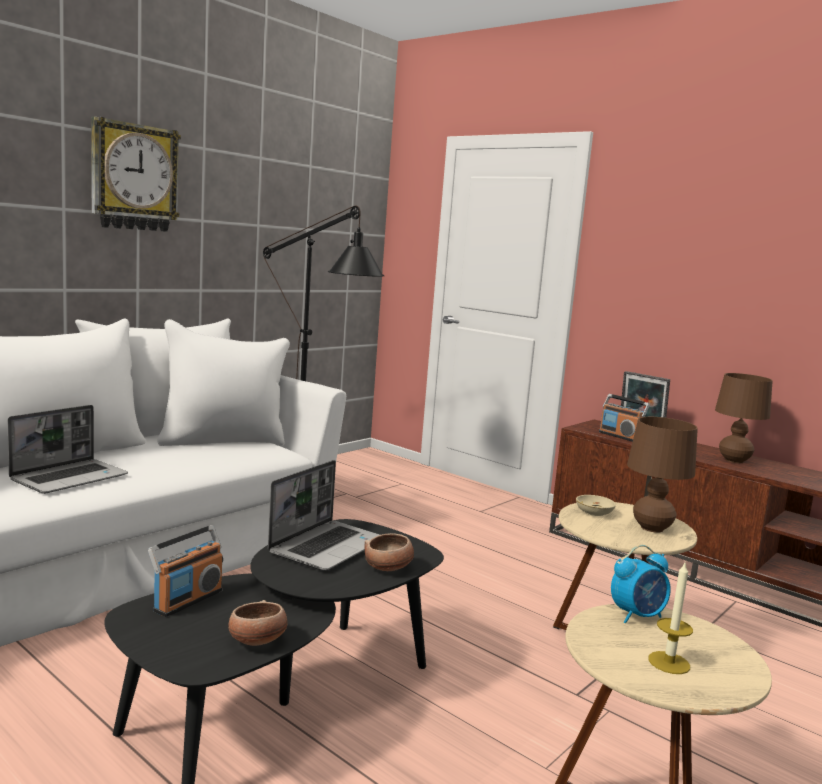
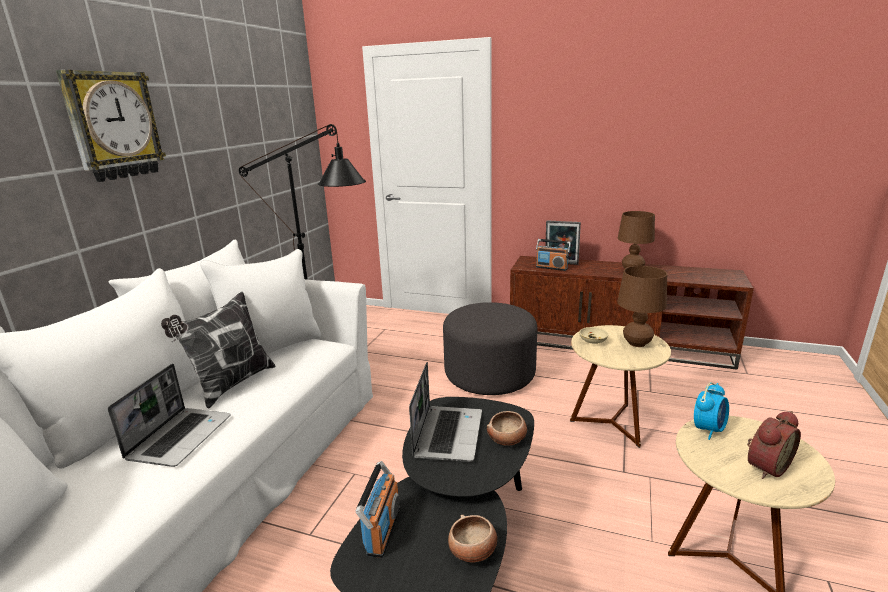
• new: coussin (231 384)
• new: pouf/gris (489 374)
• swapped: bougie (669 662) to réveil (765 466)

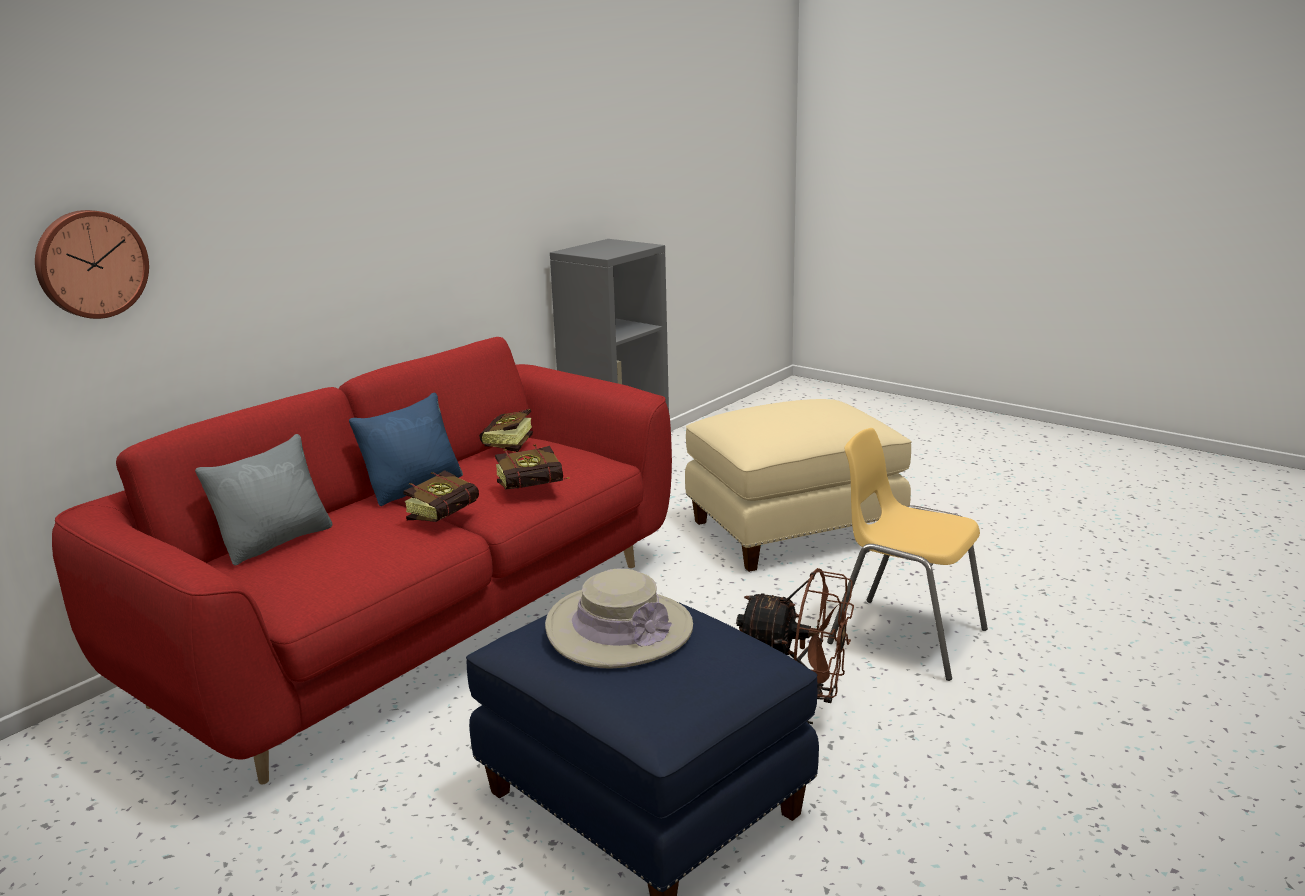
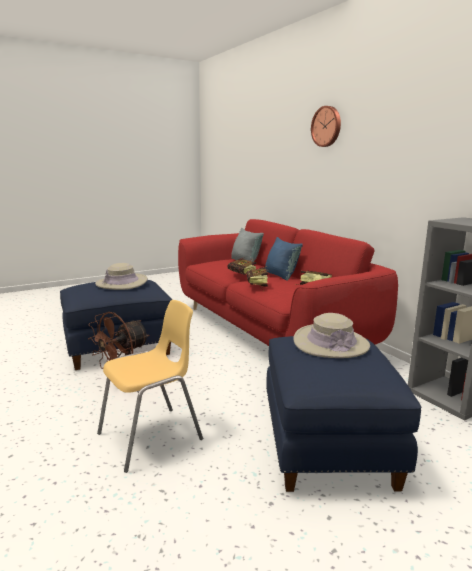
• new: chapeau/beige (331 343)
• shifted: horloge murale (90 264) to (327 126)
• repainted: pouf/beige (793 529) to pouf/bleu (329 445)

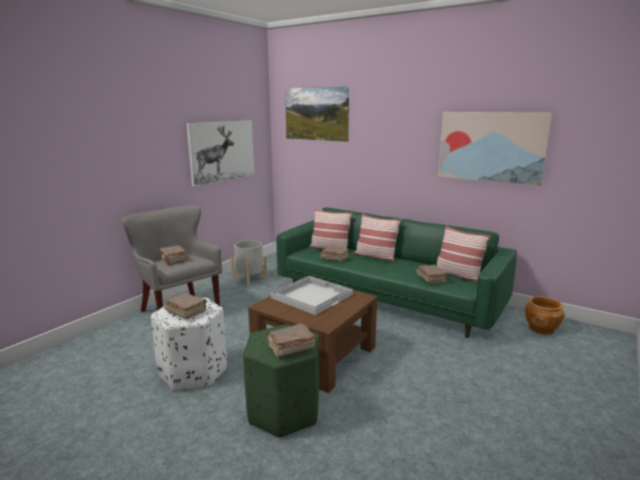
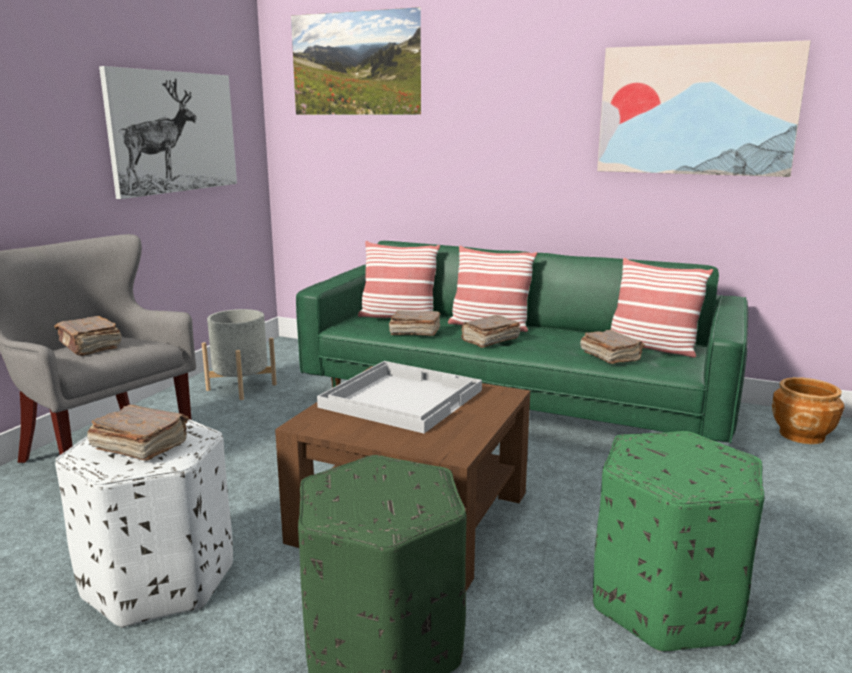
• new: pouf/vert (666 602)
• shifted: livre/marron (290 348) to (489 340)

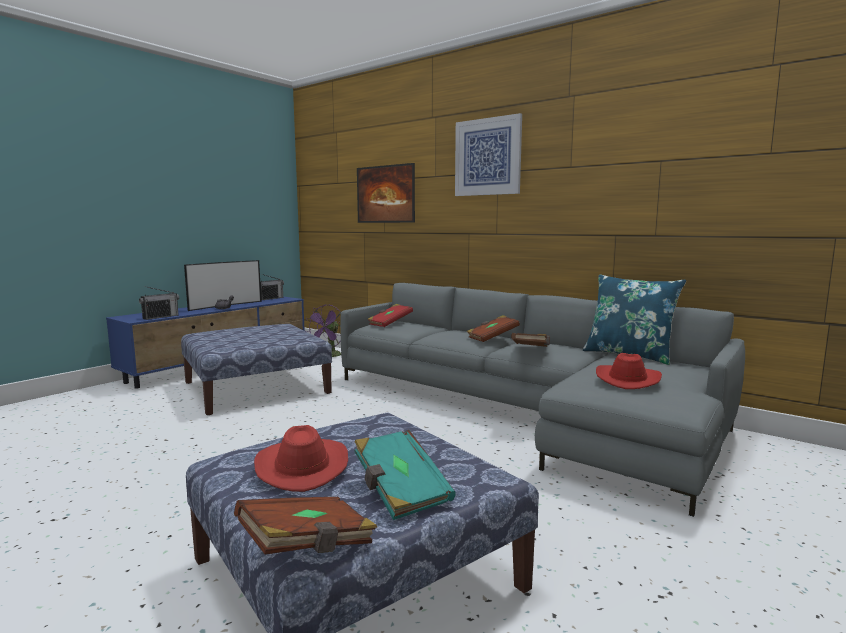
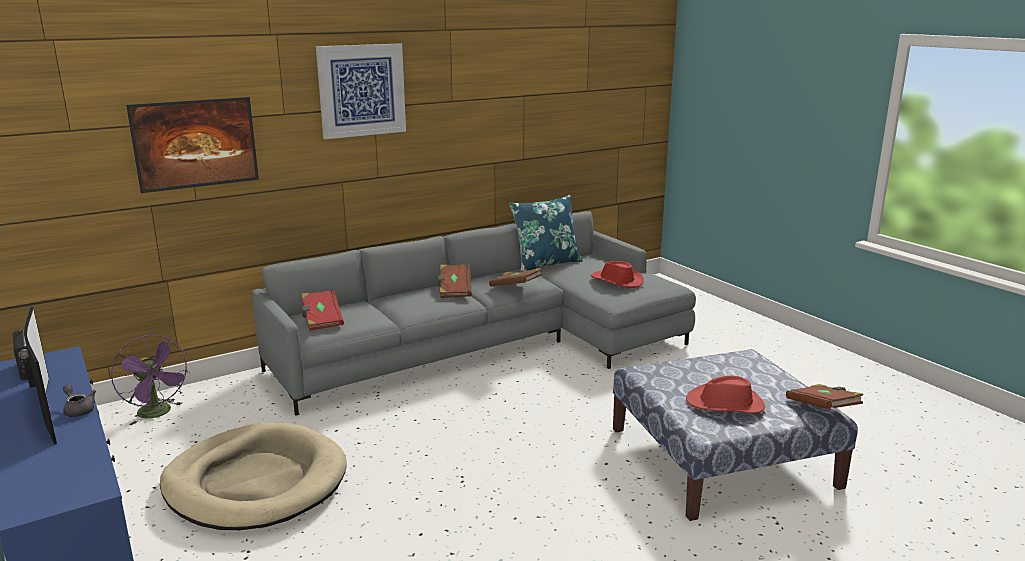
• gone: radio (160 317)
• gone: livre/turquoise (400 491)
• swapped: pouf (256 387) to panier pour chien/beige (256 482)

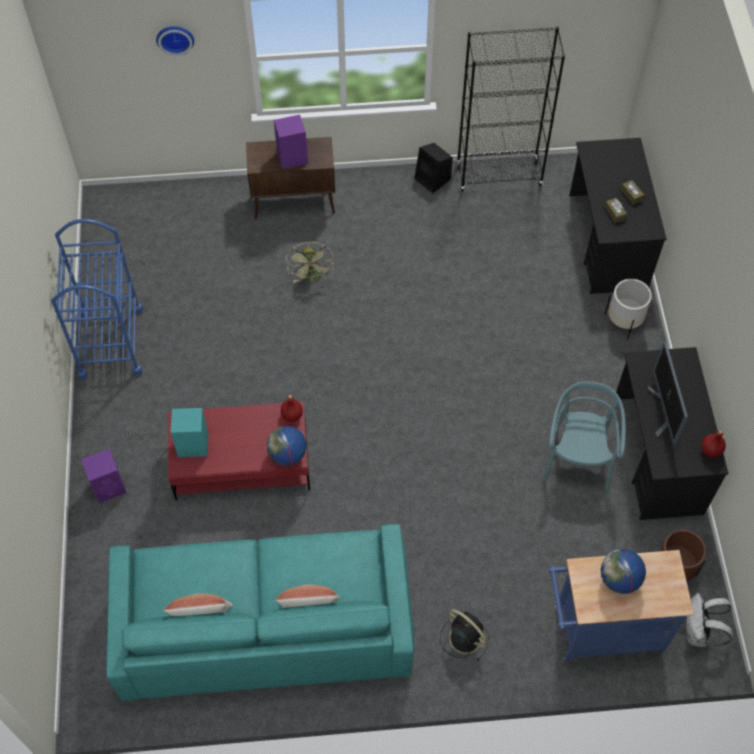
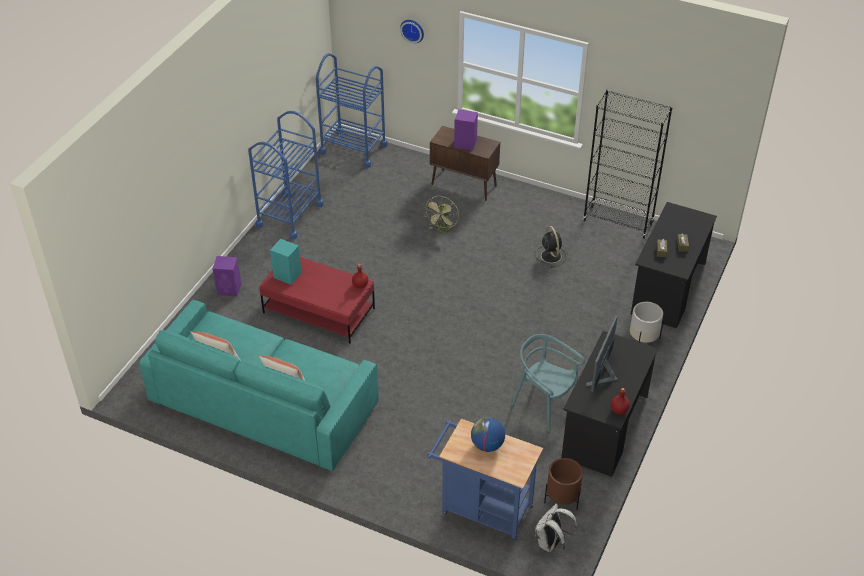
• gone: globe (287 454)
• gone: enceinte/noir (433 179)
• new: chariot/bleu (353 148)
• shifted: ventilateur/noir (464 637) to (550 255)
• rotated: chaise/turquoise (577 459) = (544 404) 90 degrees counterclockwise

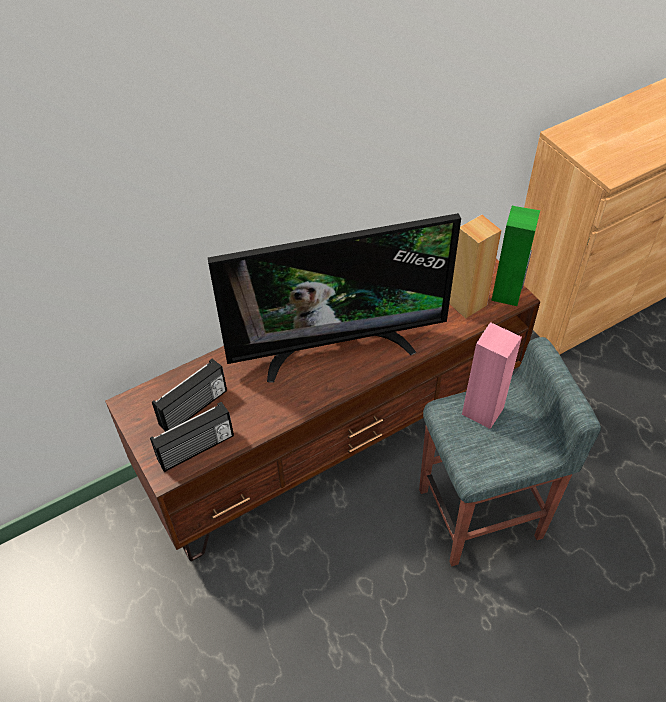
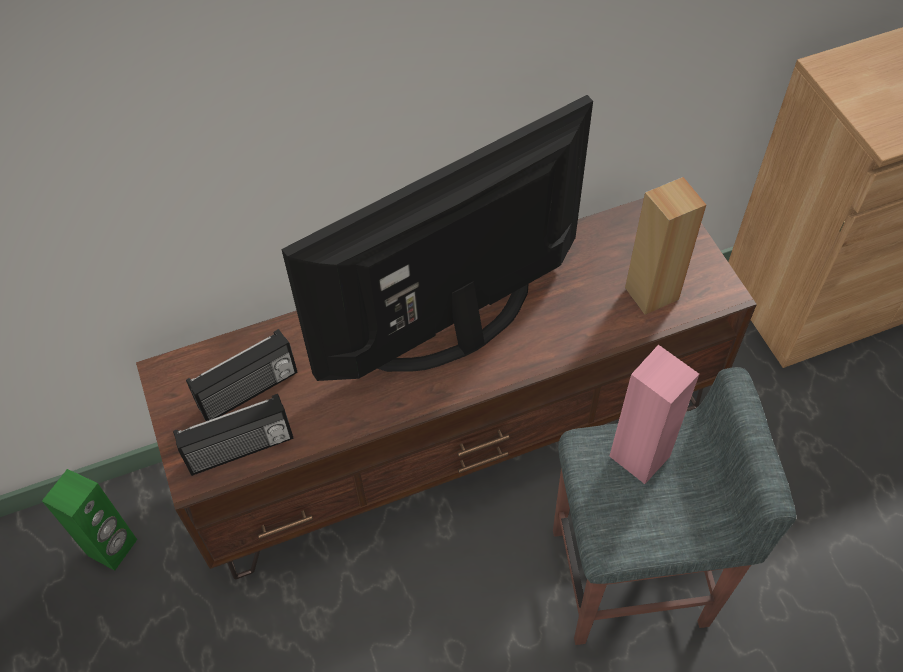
• shifted: enceinte/vert (507 293) to (113 548)
• rotated: téléviseur (336 346) = (457 330) 150 degrees clockwise

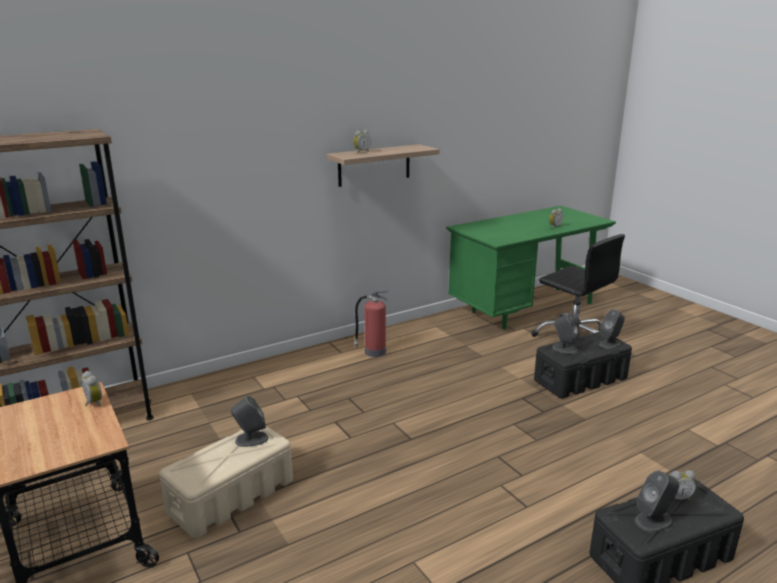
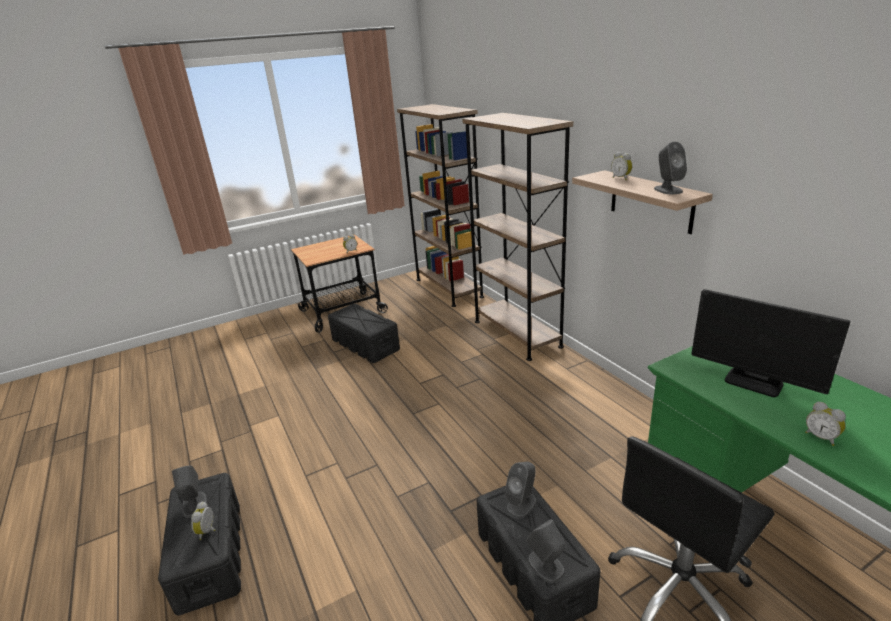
• gone: extincteur (374 351)
• new: bibliothèque/marron (516 333)
• new: écran d'ordinateur (753 382)
• shifted: enceinte/gris (251 439) to (668 190)
• repainted: boîte de rangement/beige (230 496) to boîte de rangement/noir (365 344)

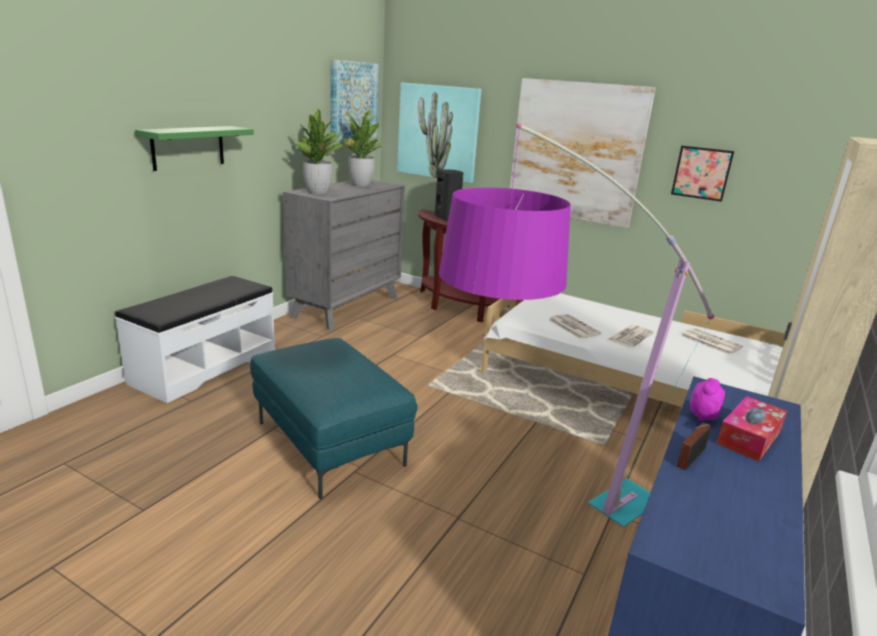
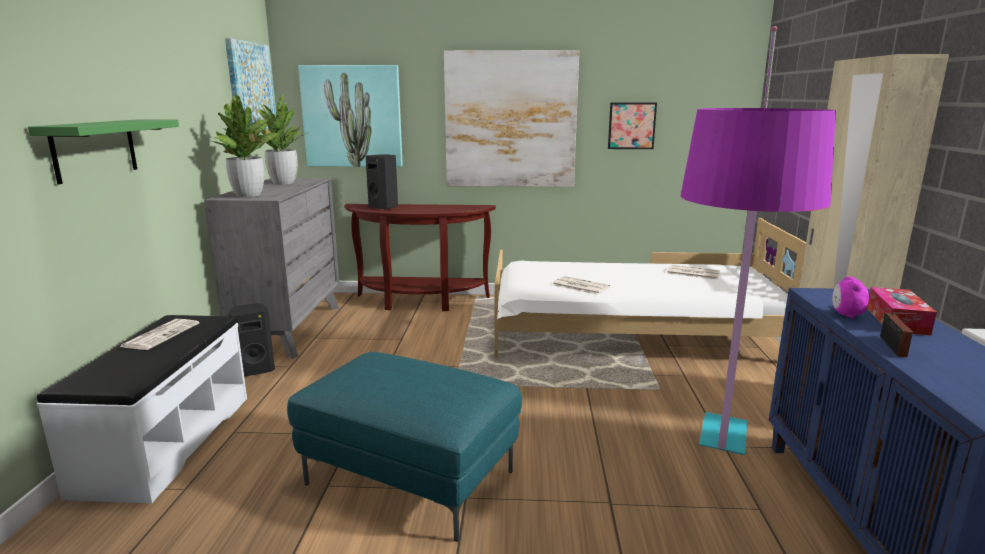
• new: enceinte/noir (255 369)
• shifted: journal (630 336) to (161 335)

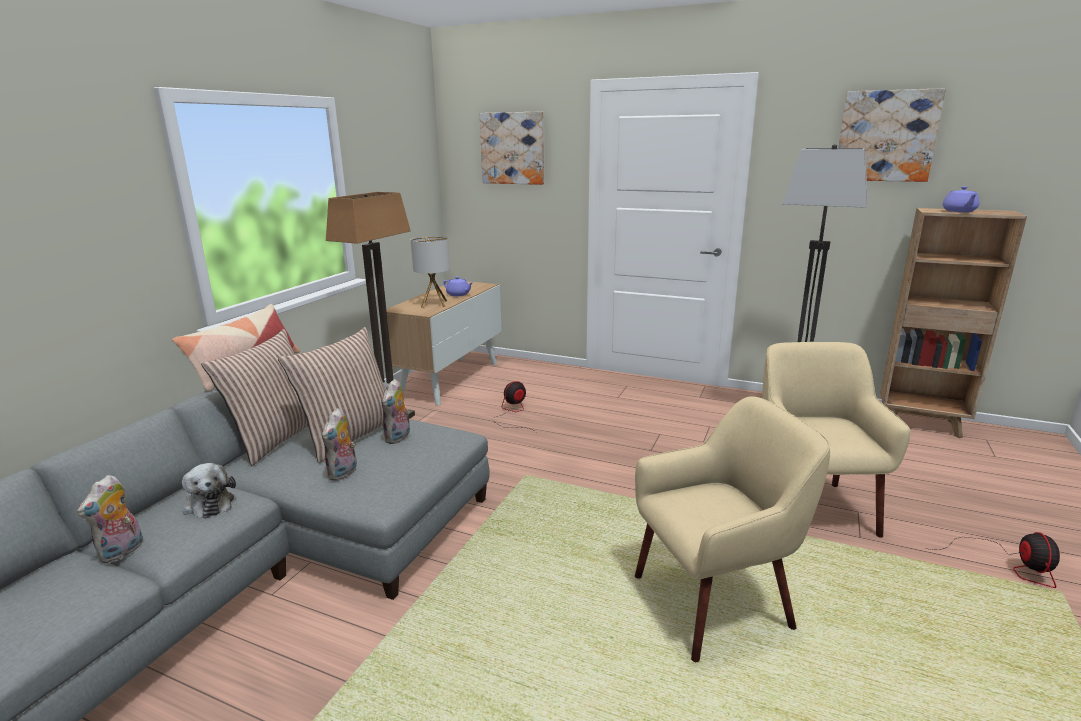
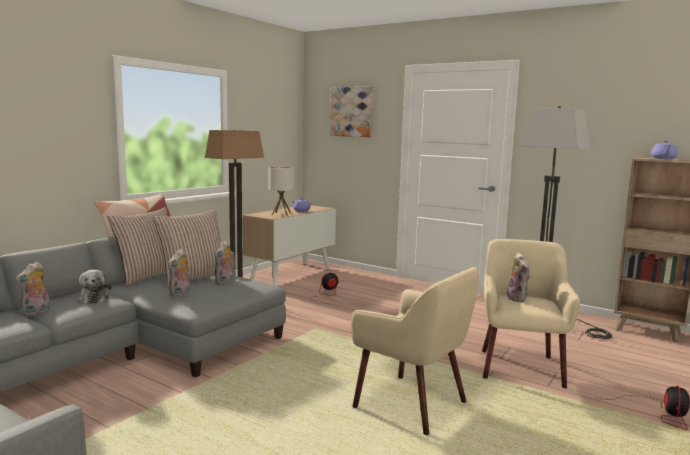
• gone: tableau (886 136)
• new: peluche (518 299)
• rotated: fauteuil/beige (714 602) = (412 405) 45 degrees clockwise

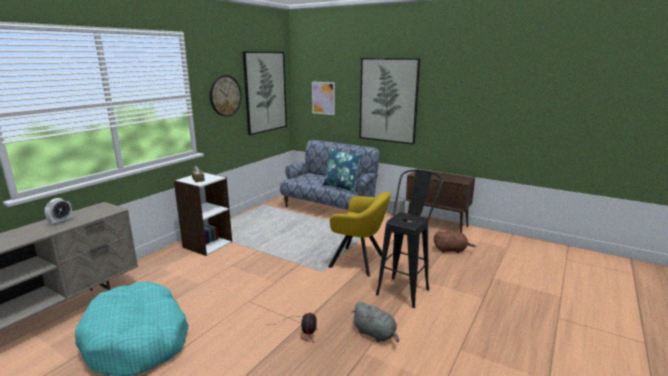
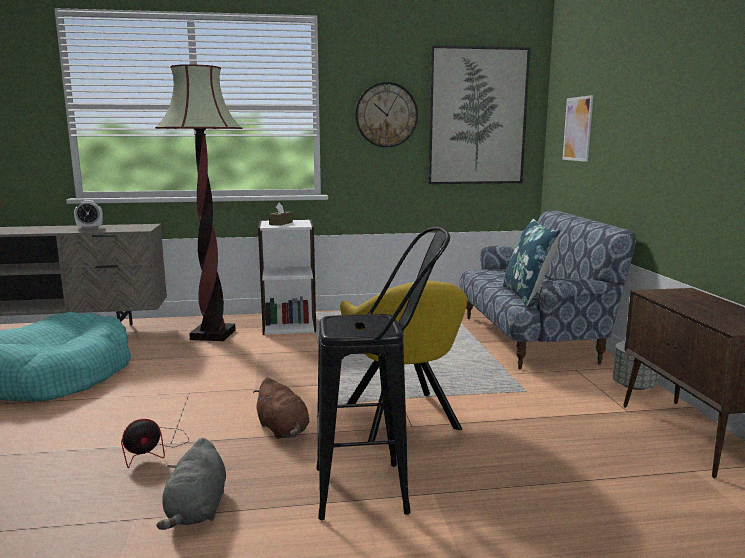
• gone: tableau (388 100)
• new: lampadaire (213 334)
• shifted: peluche/marron (451 250) to (283 430)

